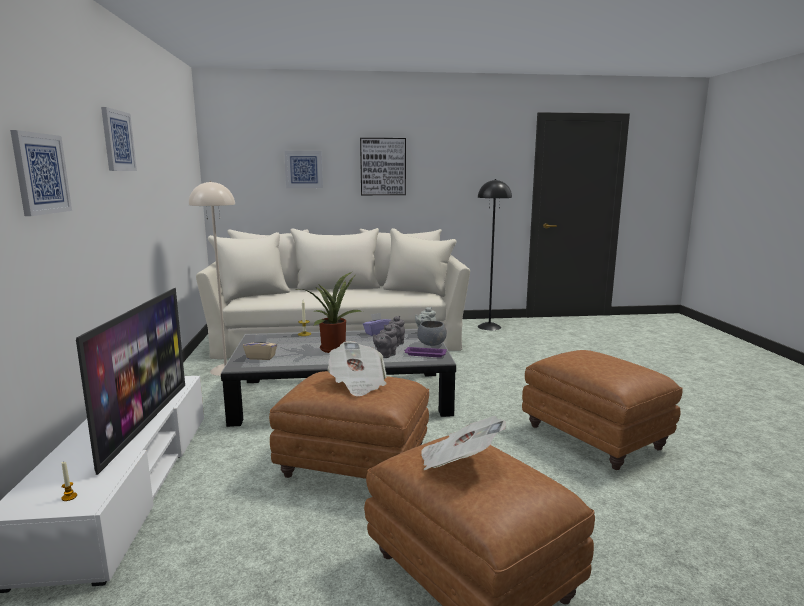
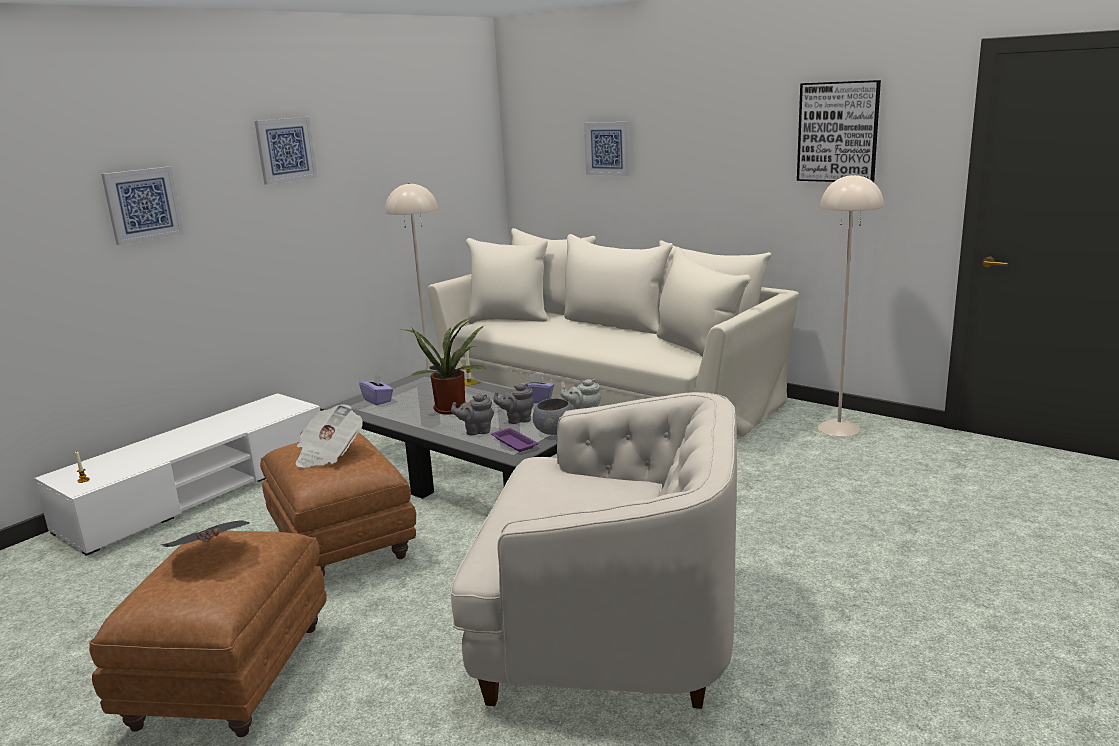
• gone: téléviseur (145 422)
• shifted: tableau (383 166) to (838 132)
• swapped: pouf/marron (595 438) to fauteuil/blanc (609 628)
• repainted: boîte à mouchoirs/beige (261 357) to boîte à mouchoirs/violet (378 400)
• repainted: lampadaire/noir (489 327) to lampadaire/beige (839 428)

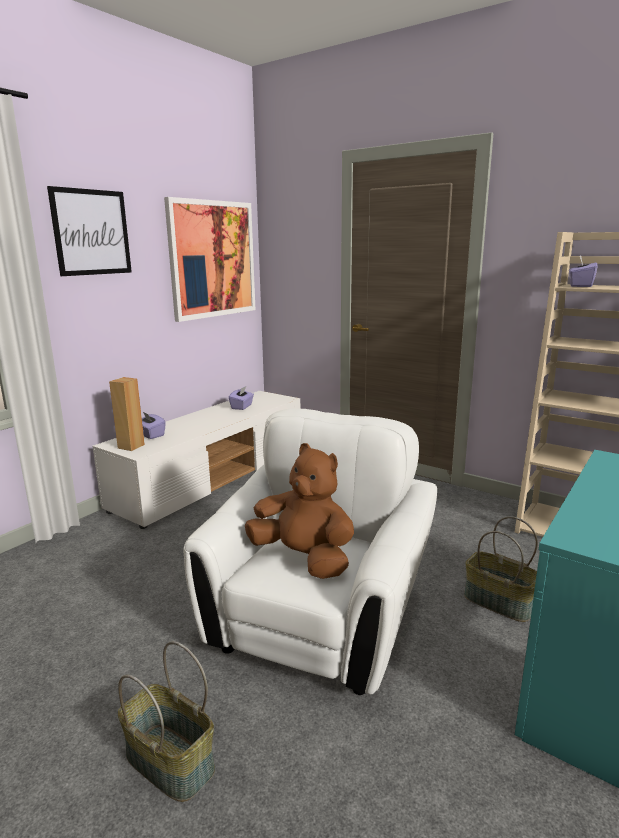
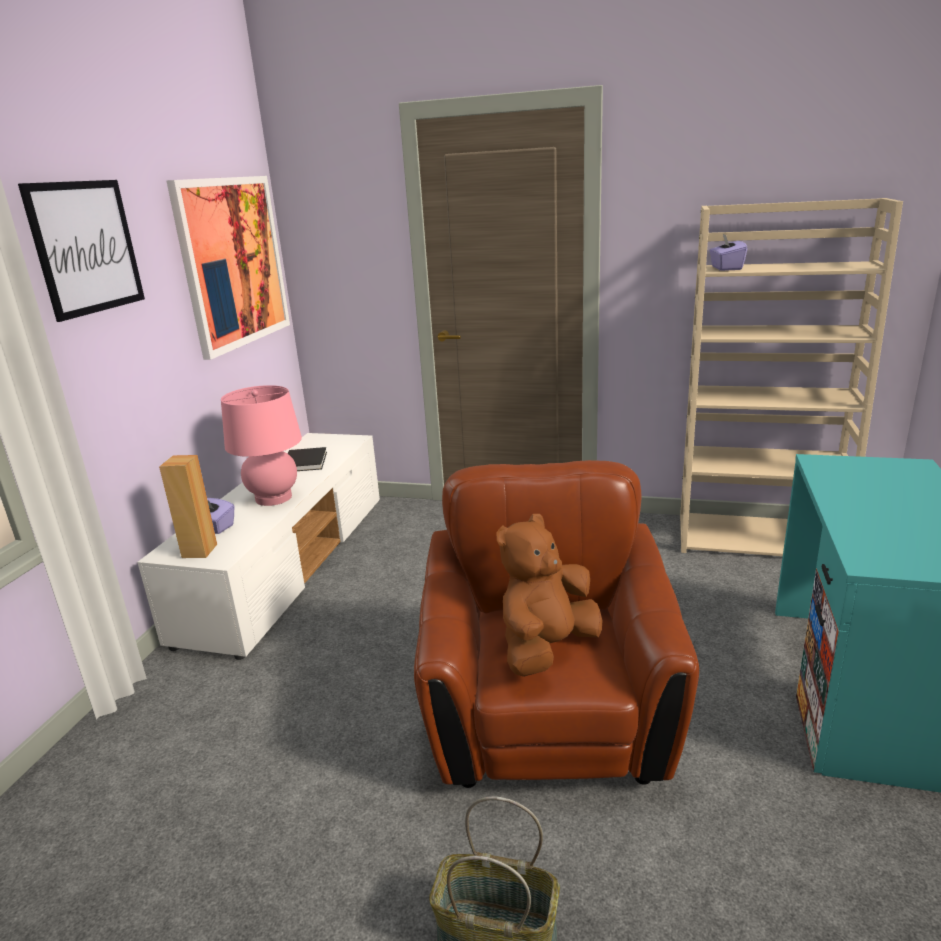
• gone: panier (498 602)
• new: lampe de table/rose (273 498)
• swapped: boîte à mouchoirs/violet (242 406) to livre/noir (305 461)
• repainted: fauteuil/blanc (319 621) to fauteuil/marron (548 714)
• rotated: peluche/marron (304 558) = (546 648) 60 degrees counterclockwise

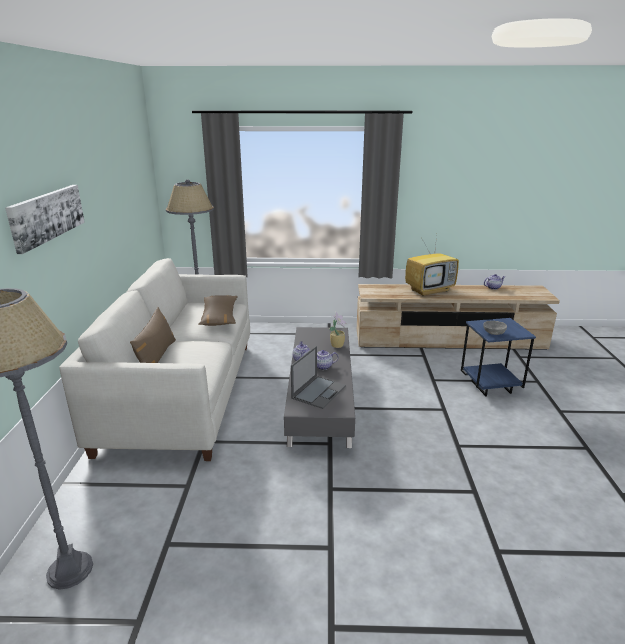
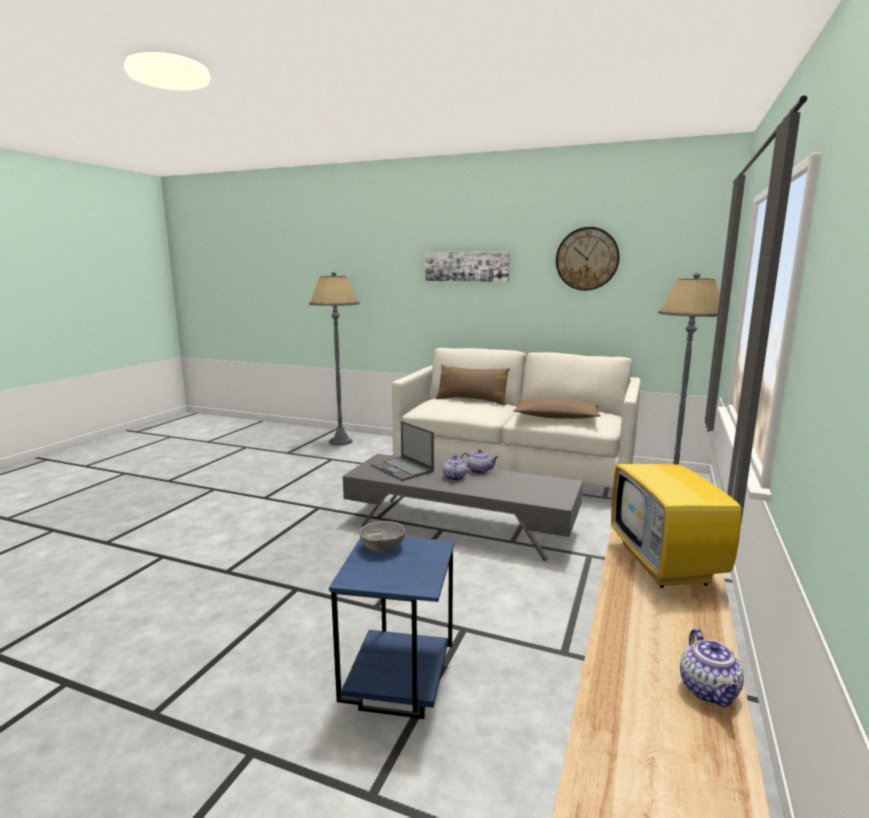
• gone: plante en pot (337 345)
• new: horloge murale (587 259)

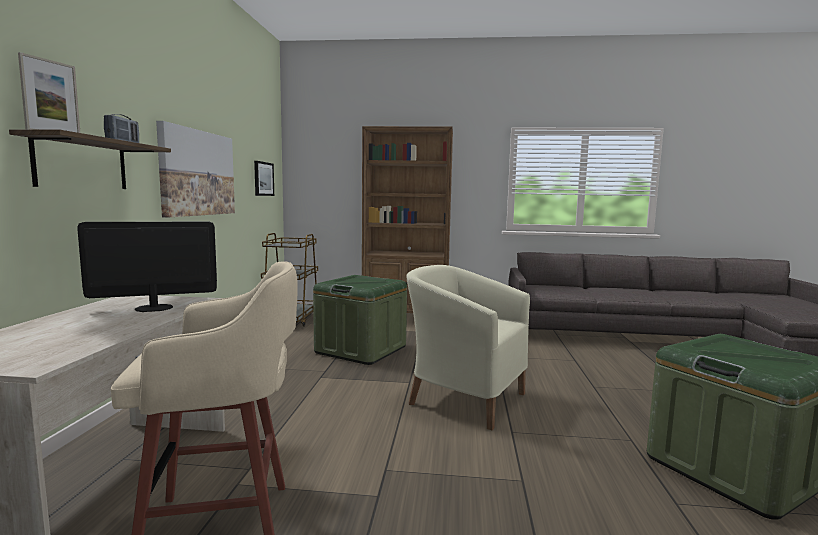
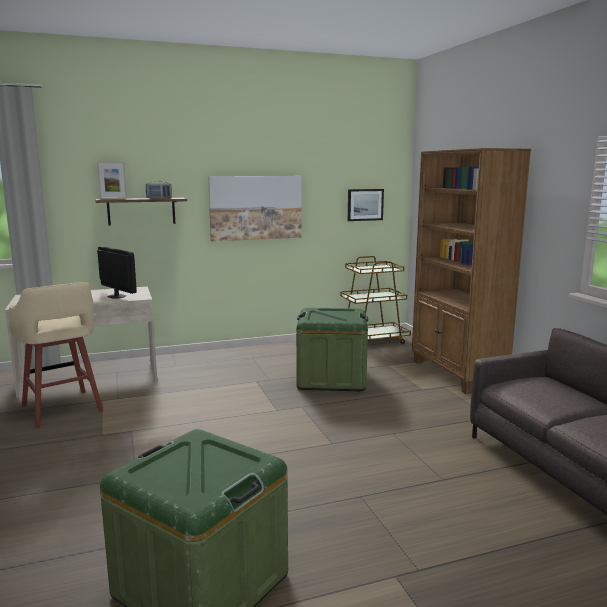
• gone: fauteuil/beige (464 398)

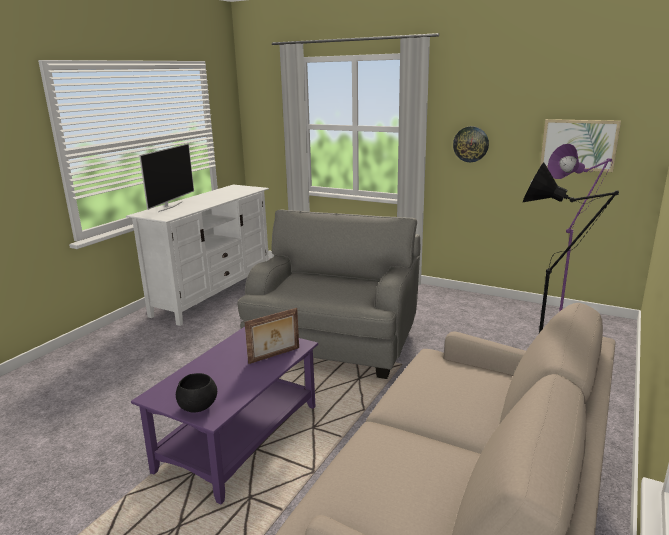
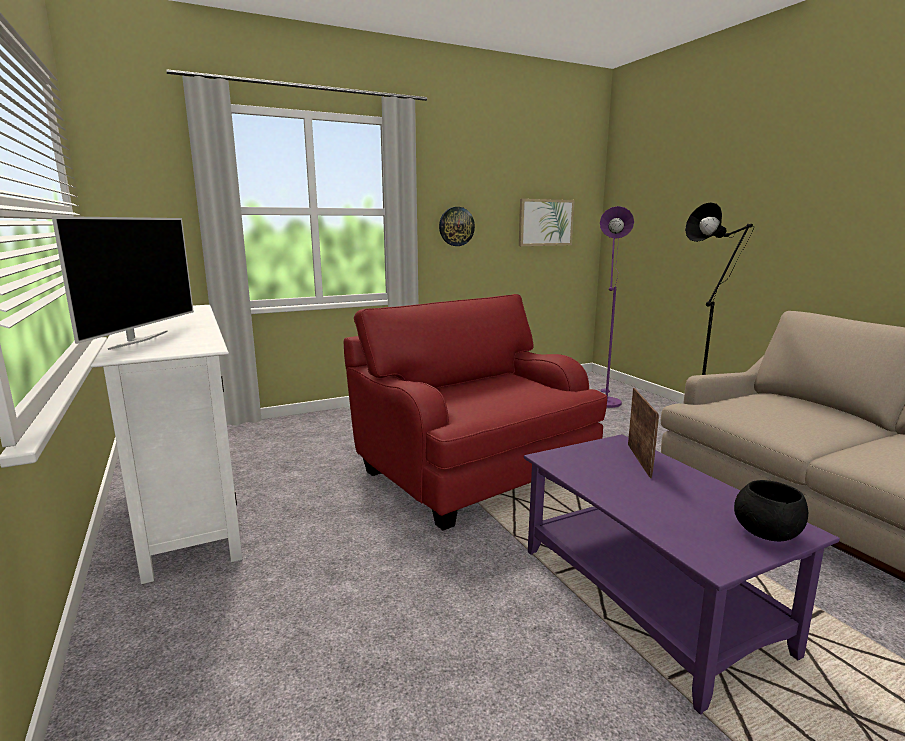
• repainted: fauteuil/gris (335 341) to fauteuil/rouge (473 470)
• rotated: téléviseur (170 206) = (138 340) 45 degrees clockwise

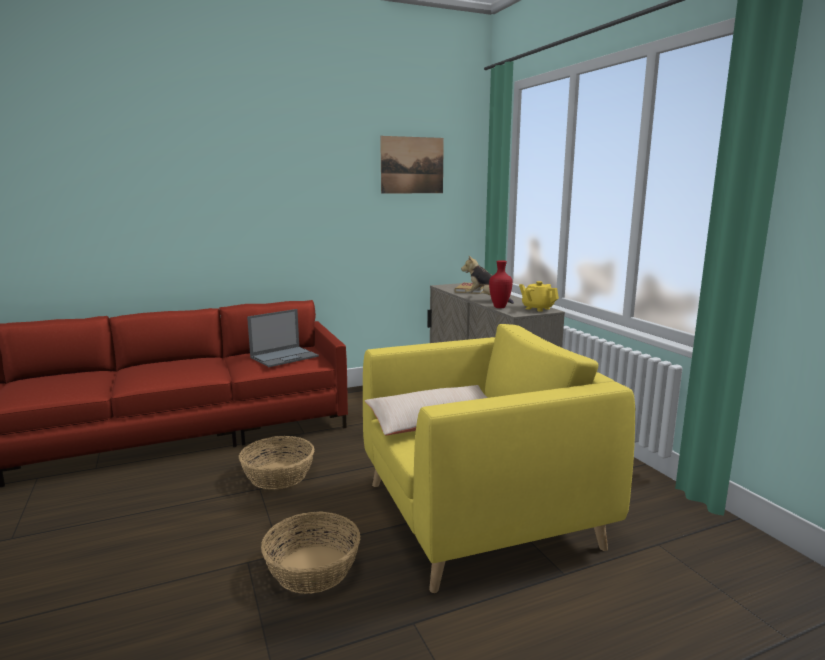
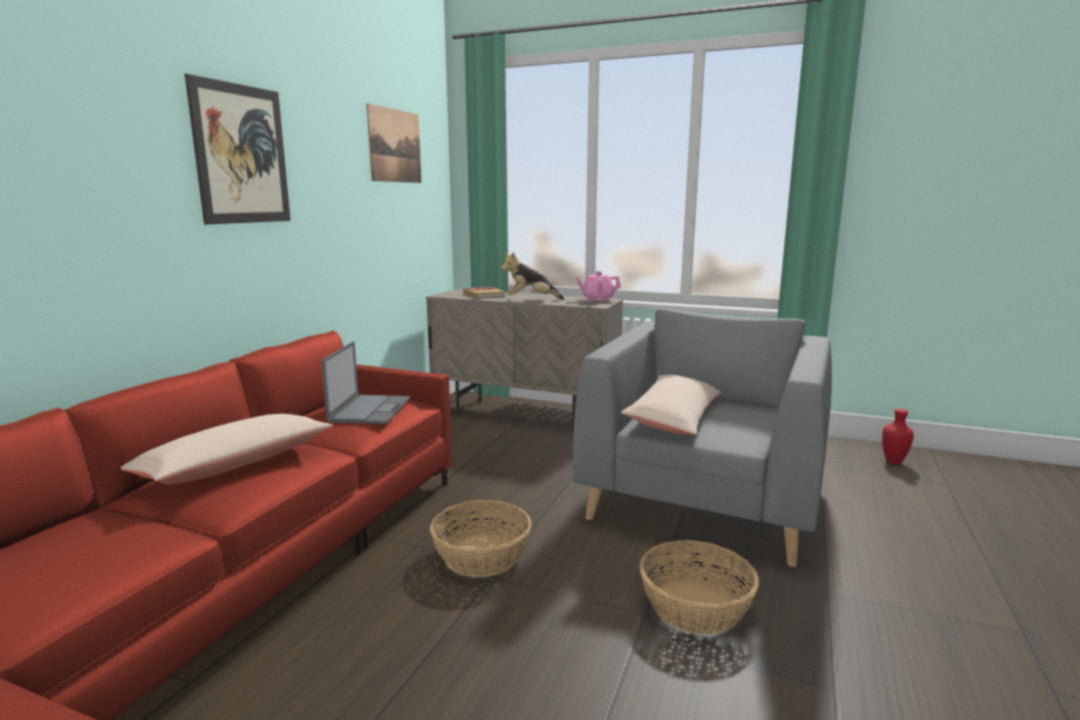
• new: coussin/beige (235 465)
• new: tableau (242 154)
• shifted: vase/rouge (500 307) to (894 462)
• repainted: fauteuil/jaune (479 513) to fauteuil/gris (703 499)
• repainted: théière/jaune (537 308) to théière/rose (597 300)

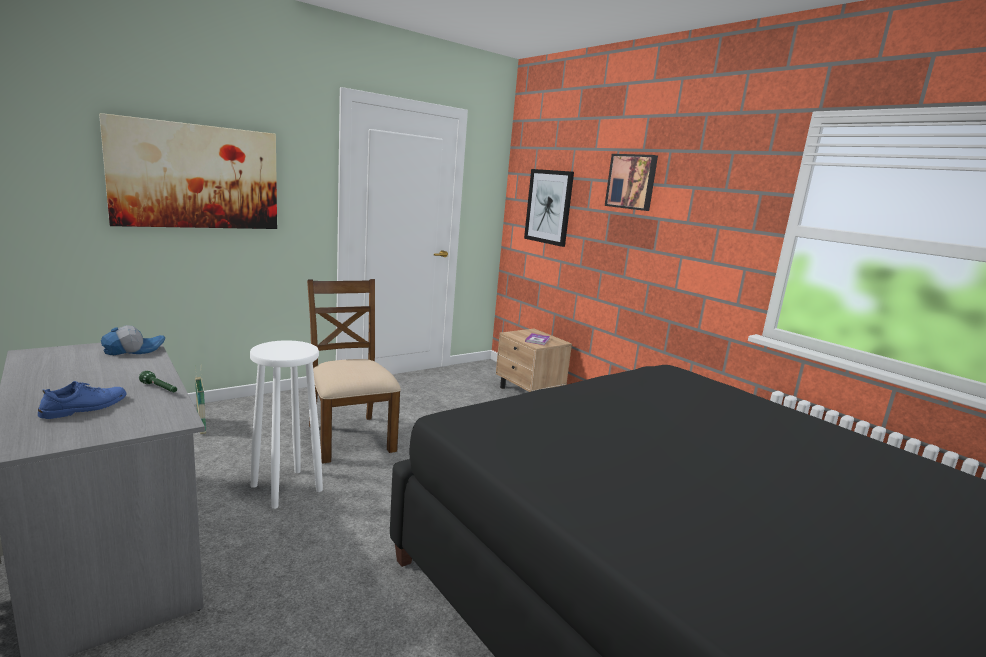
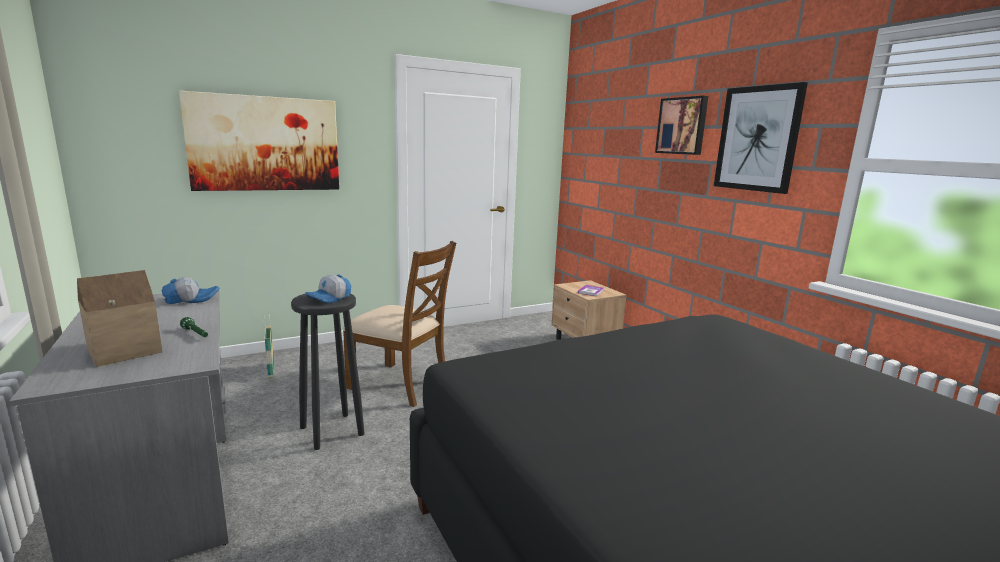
• new: casquette (330 298)
• shifted: tableau (549 207) to (758 139)
• swapped: chaussure/bleu (85 407) to maison miniature (123 350)
• repainted: tabouret/blanc (287 488) to tabouret/noir (332 431)
• rotated: chaise/marron (349 437) = (400 384) 135 degrees clockwise

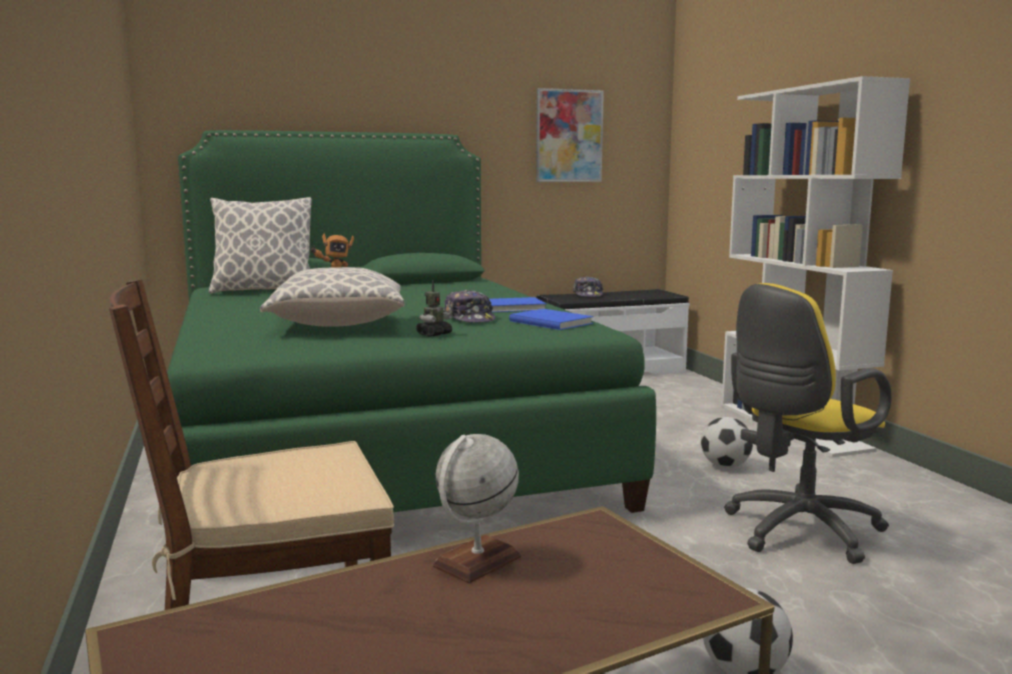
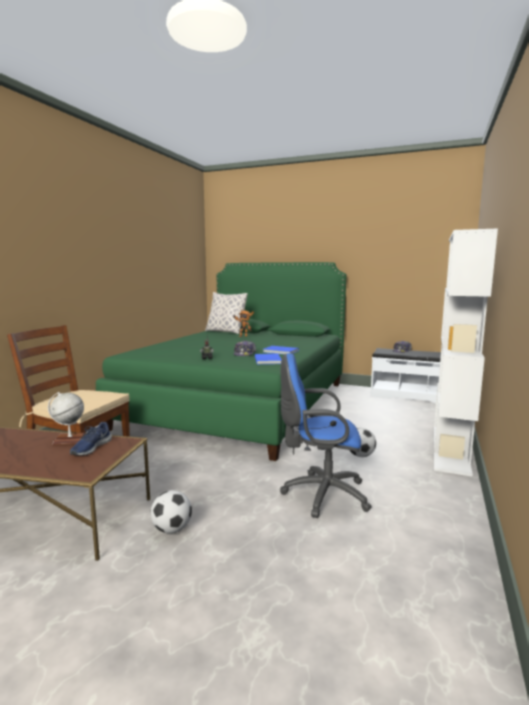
• gone: coussin (337 324)
• gone: tableau (569 136)
• new: chaussure/bleu (90 448)
• repainted: chaise de bureau/jaune (796 532) to chaise de bureau/bleu (320 494)

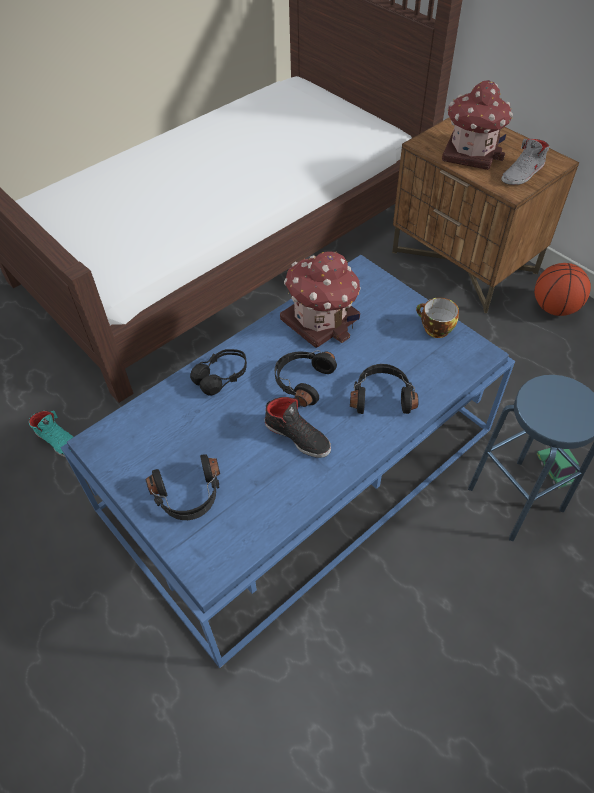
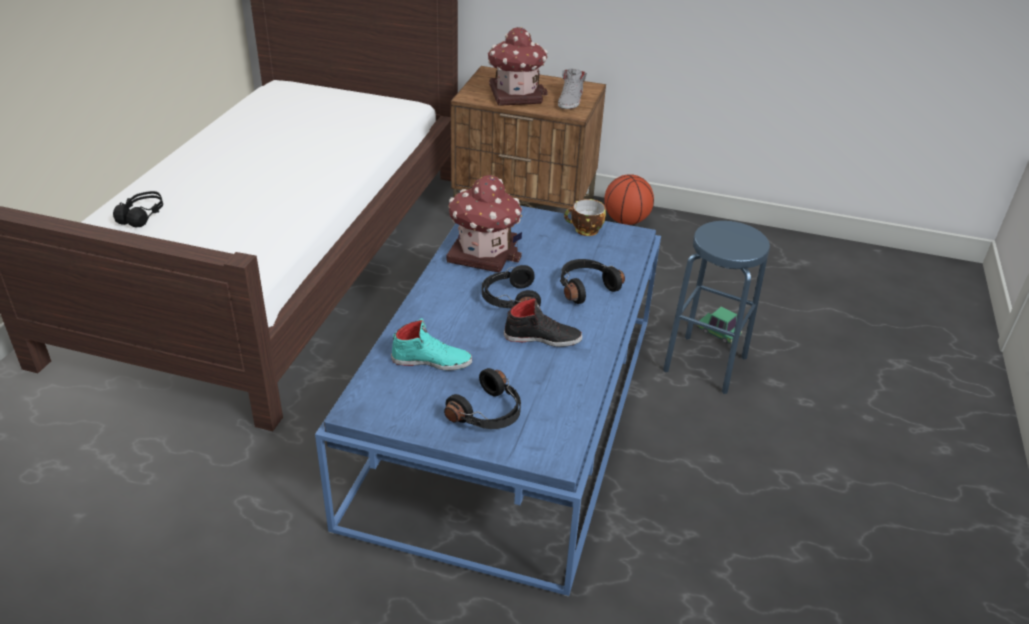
• shifted: chaussure/turquoise (59 441) to (432 360)
• shifted: casque audio/noir (222 377) to (142 216)

